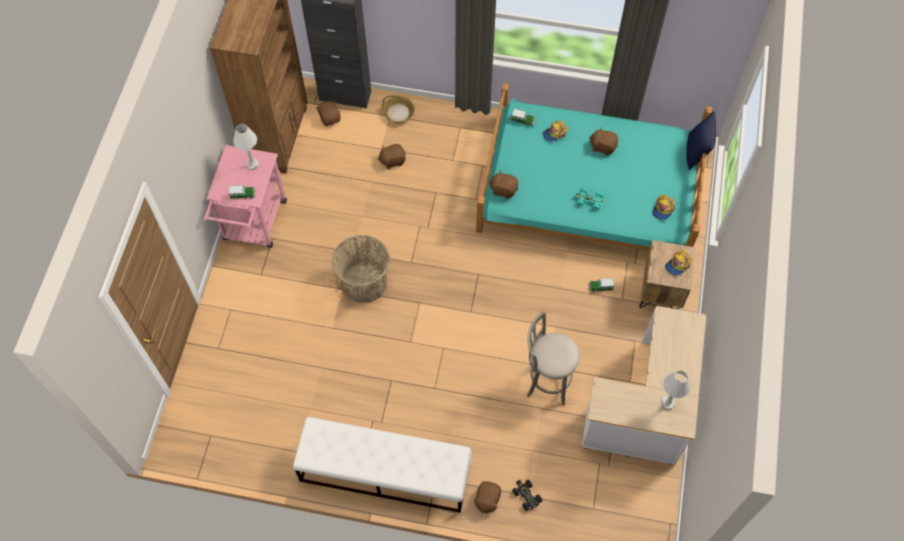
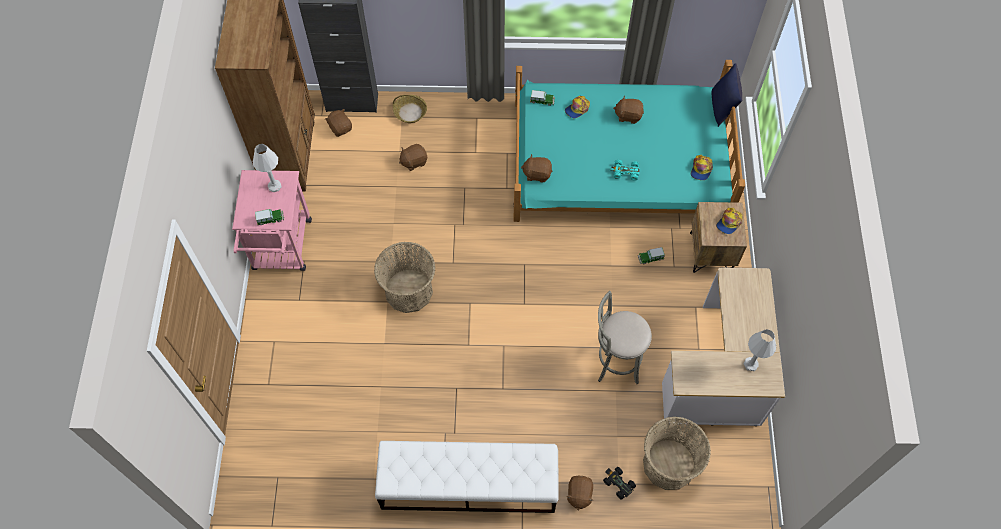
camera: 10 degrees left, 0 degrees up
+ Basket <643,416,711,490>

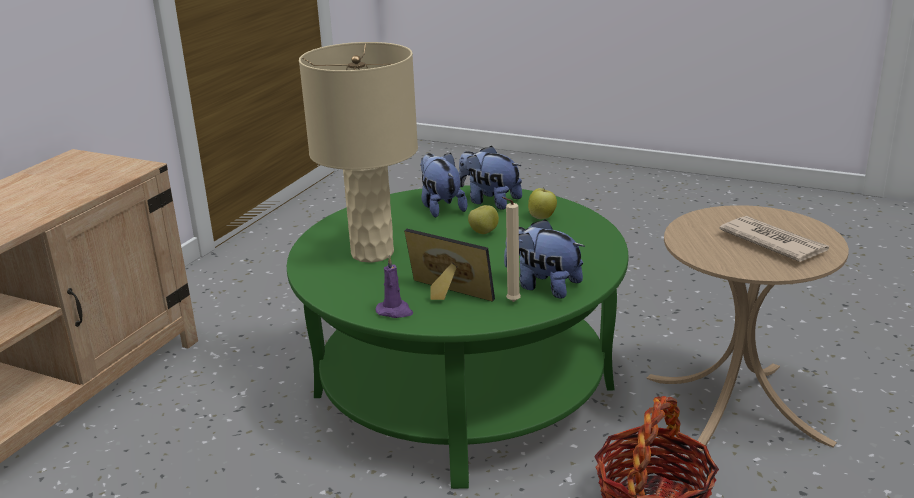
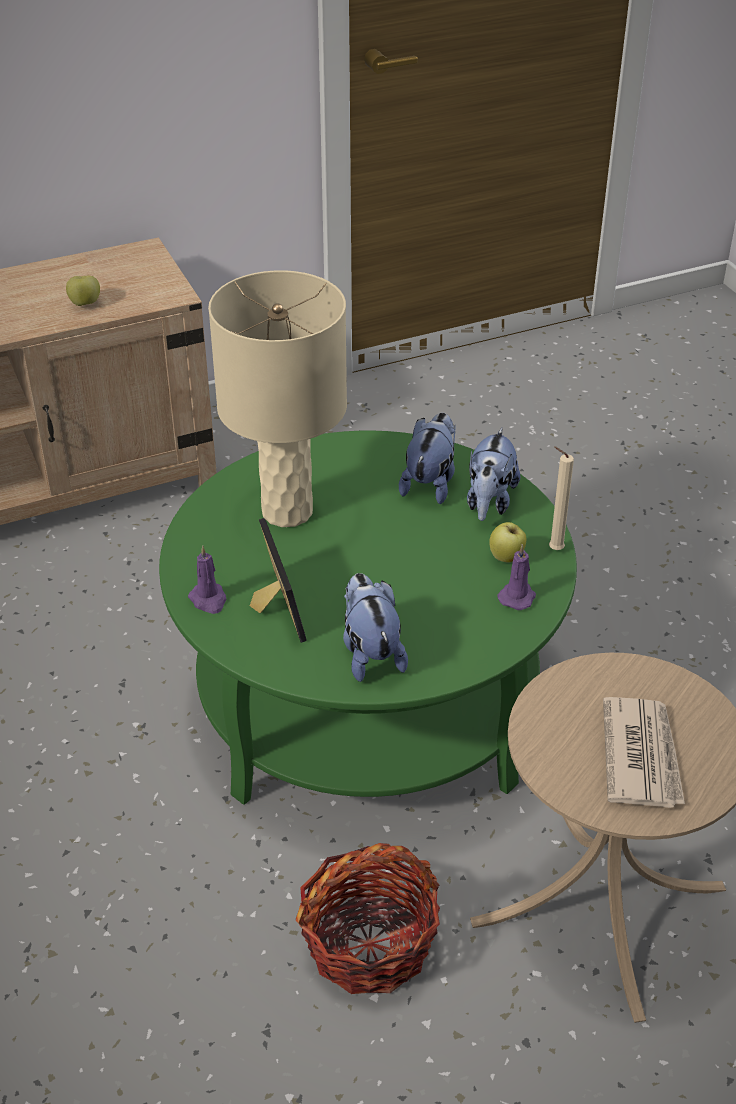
camera: 40 degrees right, 15 degrees up
~ PlushToy <459,145,522,210> = <467,428,520,521> 150 degrees counterclockwise
~ BeigeCandle <502,197,521,302> to <549,446,574,550>
~ Apple <468,205,499,234> to <66,276,100,306>
+ PurpleCandle <498,544,536,610>

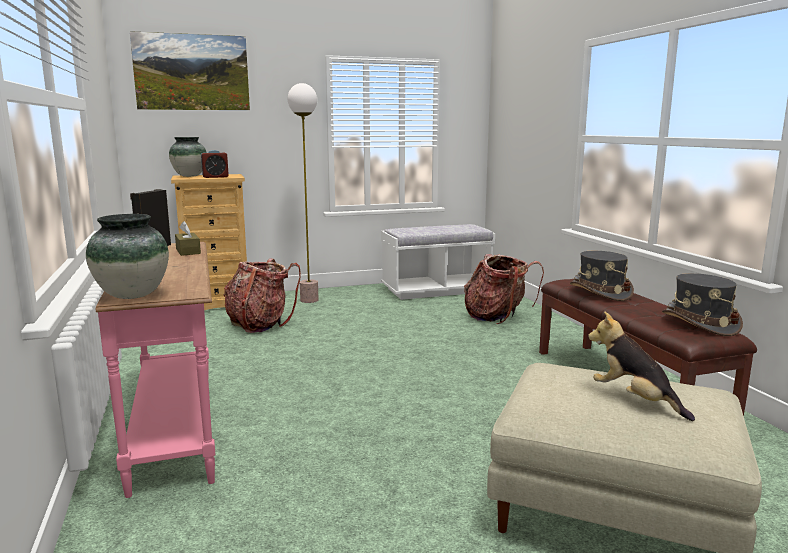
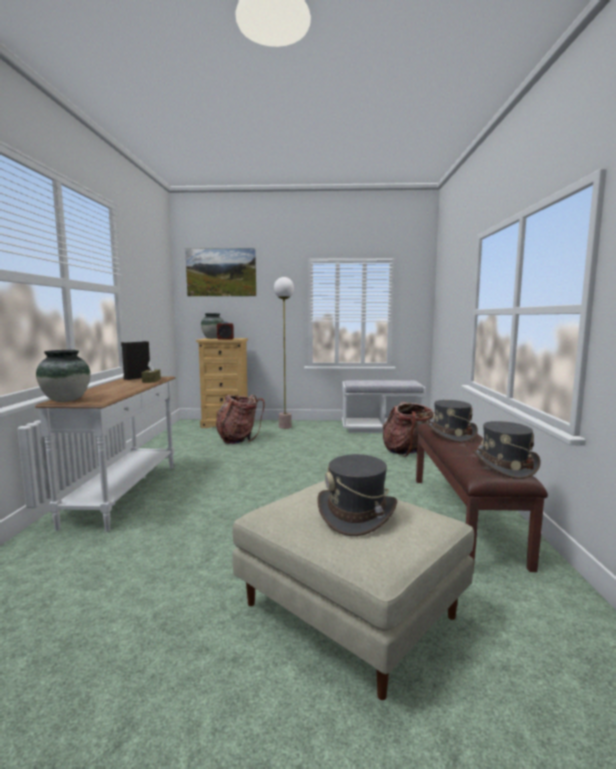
camera: 20 degrees right, 5 degrees down
~ PinkConsoleTable <96,242,215,498> to WhiteConsoleTable <35,376,175,532>
~ PlushToy <588,311,695,421> to GreyHat <317,454,397,536>

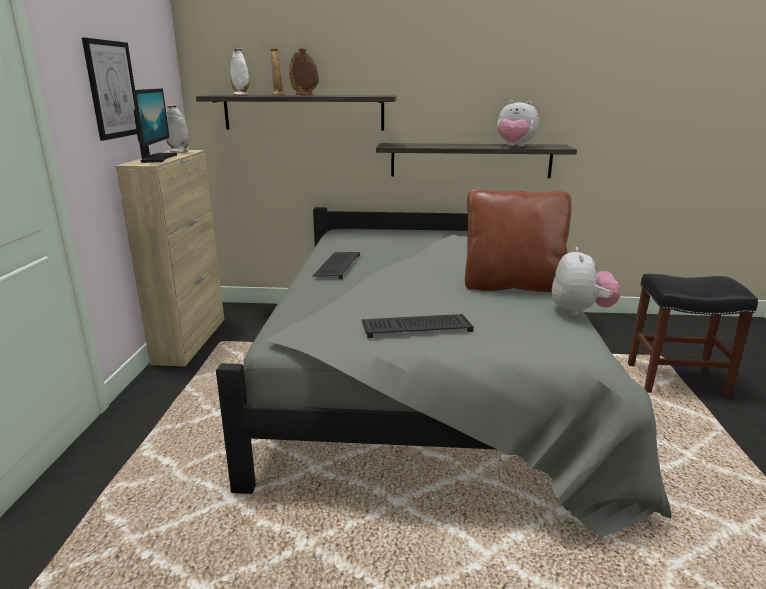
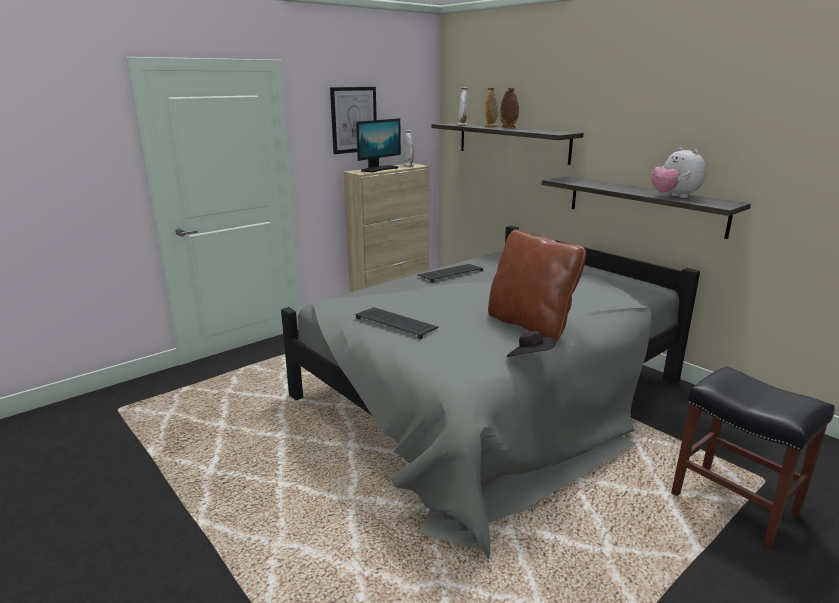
camera: 45 degrees right, 0 degrees up
~ PlushToy <551,247,620,316> to BlackHat <507,331,556,357>

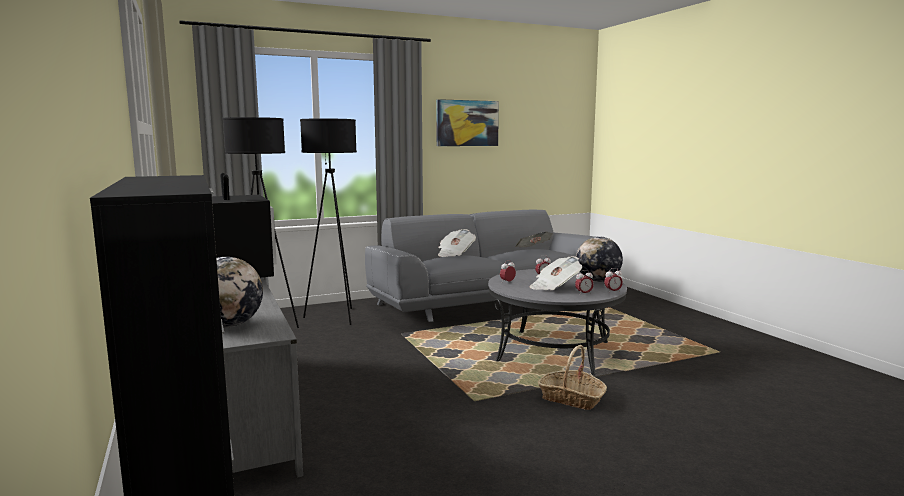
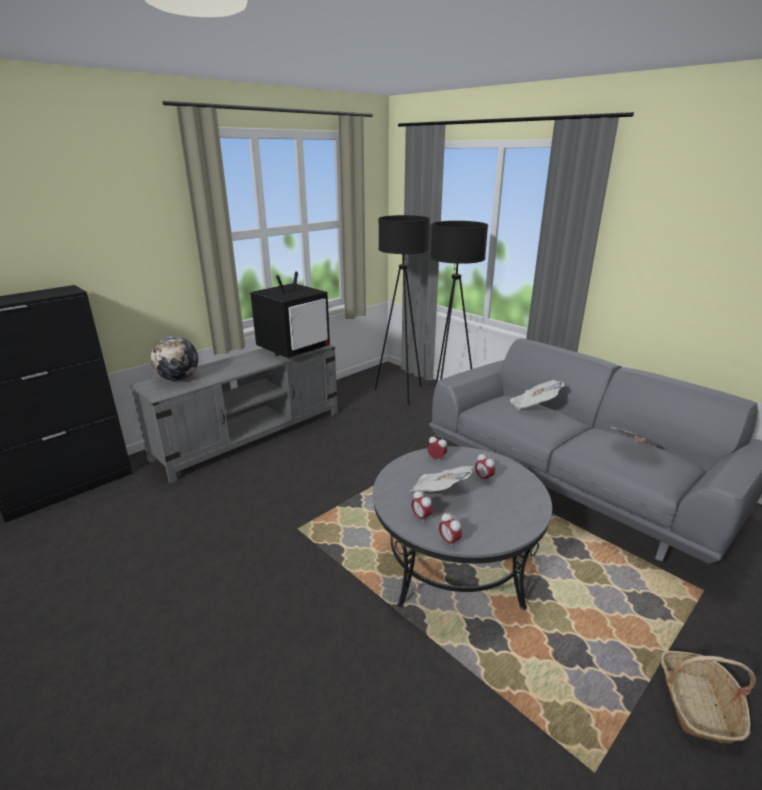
camera: 70 degrees right, 15 degrees up
- Picture <436,99,499,146>
- Globe <576,236,623,282>
~ Basket <538,345,607,410> to <661,651,756,743>

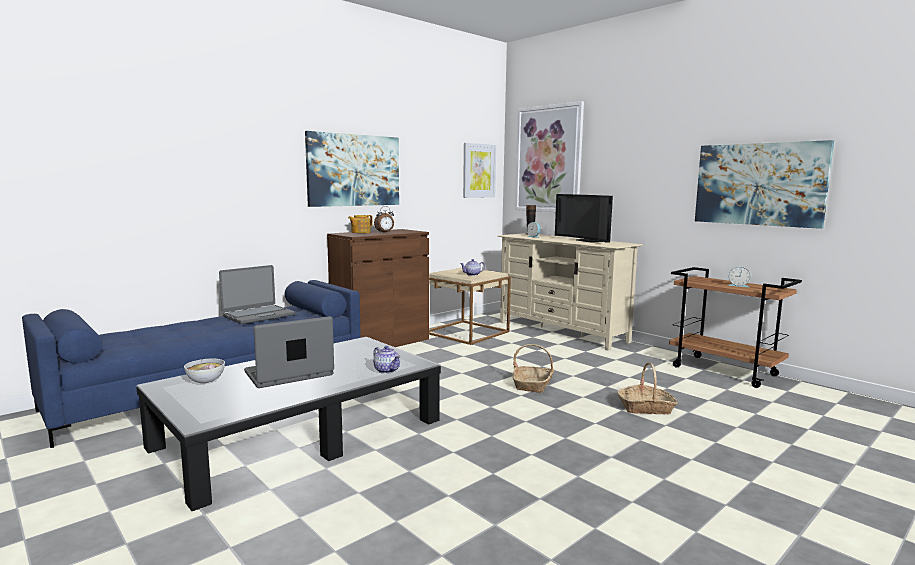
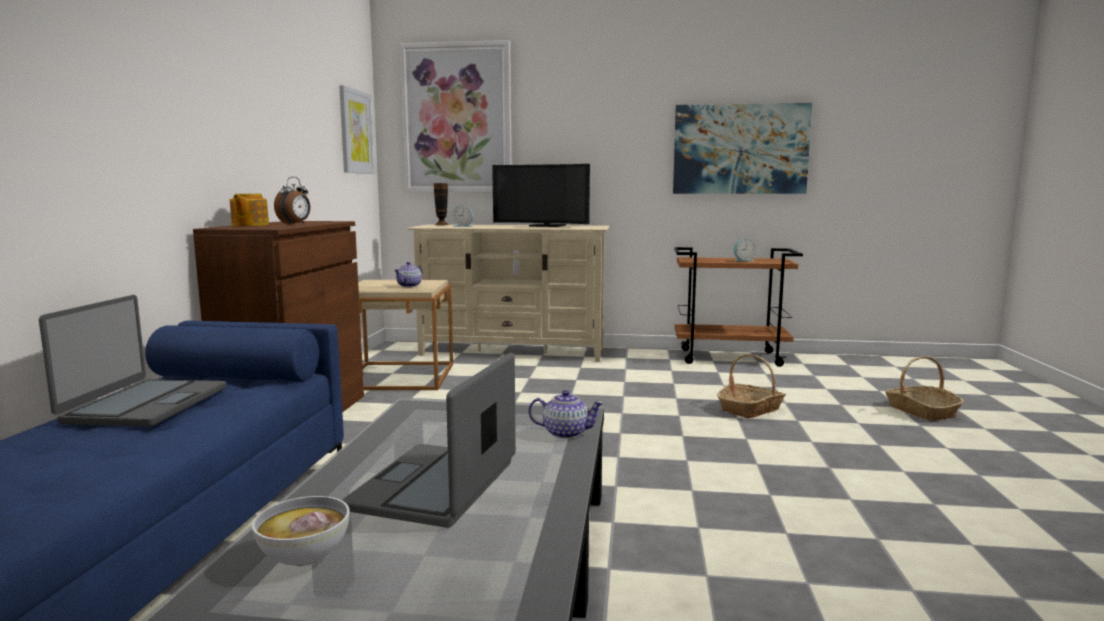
camera: 40 degrees left, 0 degrees up
- Picture <305,131,399,207>
~ Basket <512,344,554,393> to <885,356,964,421>

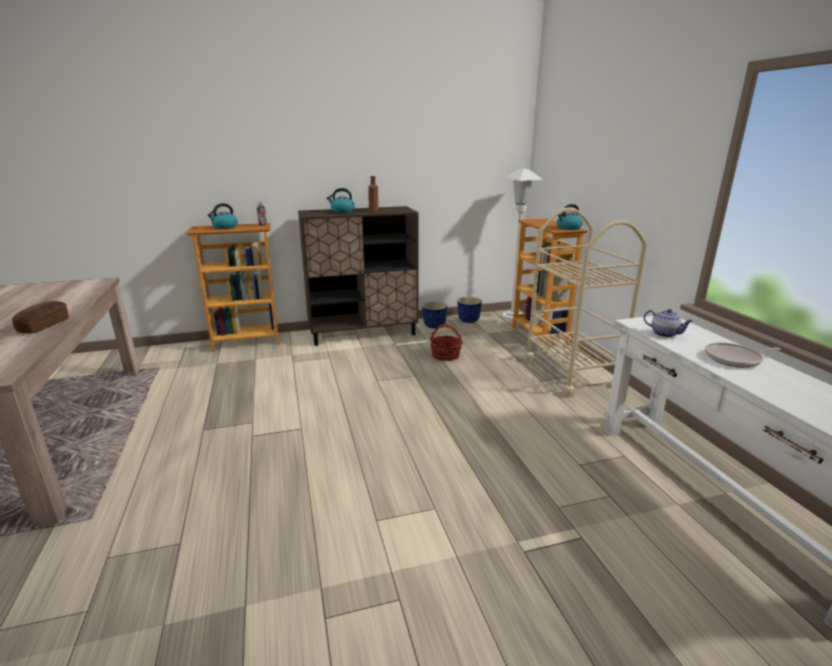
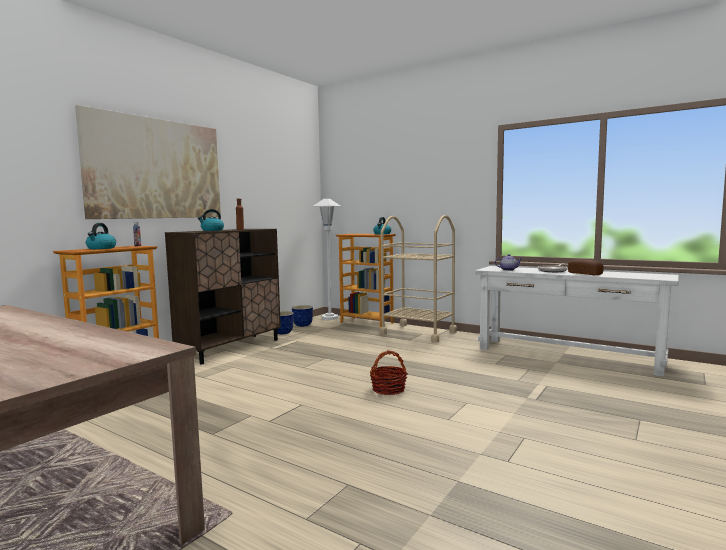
camera: 40 degrees left, 15 degrees down
~ Bread <12,301,69,333> to <568,260,604,275>
~ Basket <430,324,462,361> to <370,350,408,395>
+ Picture <75,105,221,219>

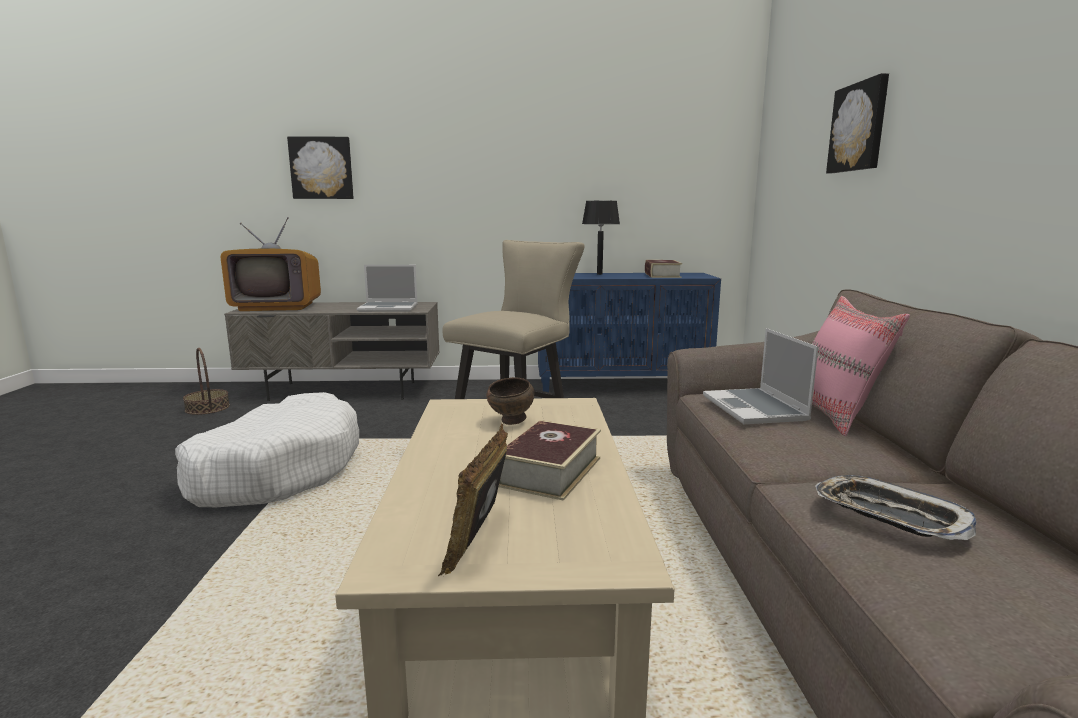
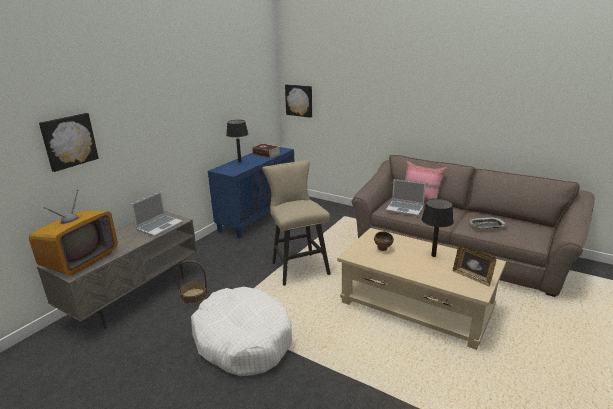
camera: 55 degrees left, 10 degrees up
~ Picture <826,73,889,173> to <285,84,312,118>
~ Basket <183,348,230,415> to <176,260,208,304>
~ Book <498,420,601,501> to BlackTableLamp <422,199,454,257>

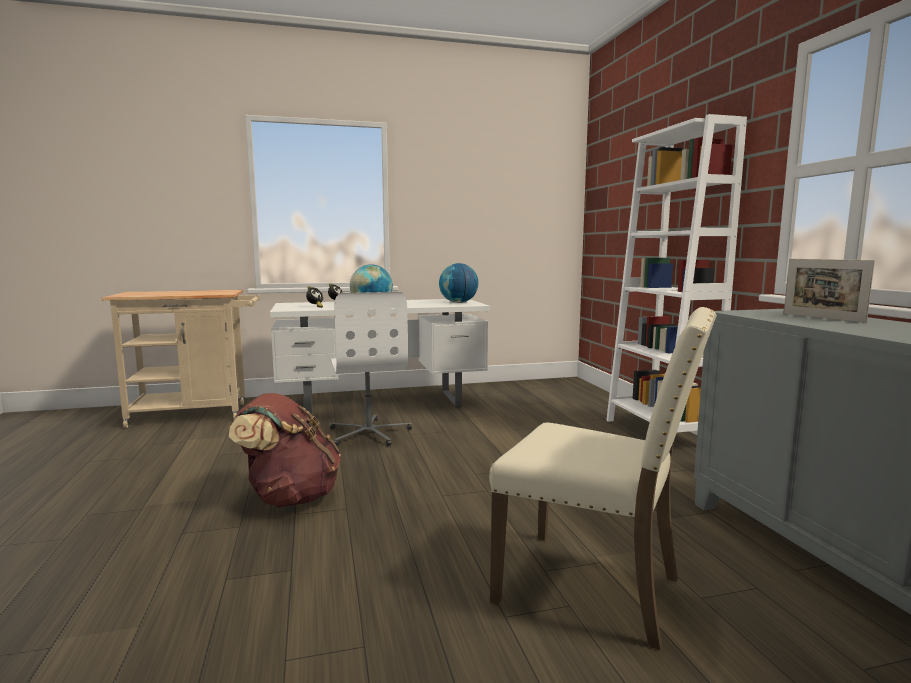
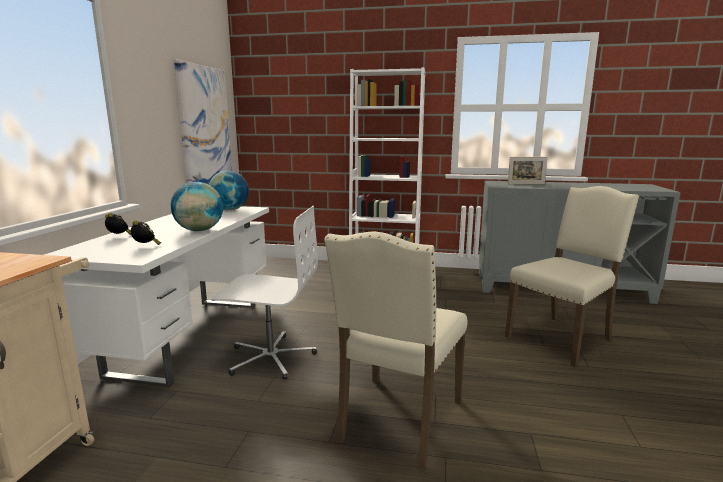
camera: 65 degrees left, 5 degrees up
~ BrownBackpack <229,393,341,507> to BeigeChair <324,231,467,471>
+ Picture <174,59,232,184>

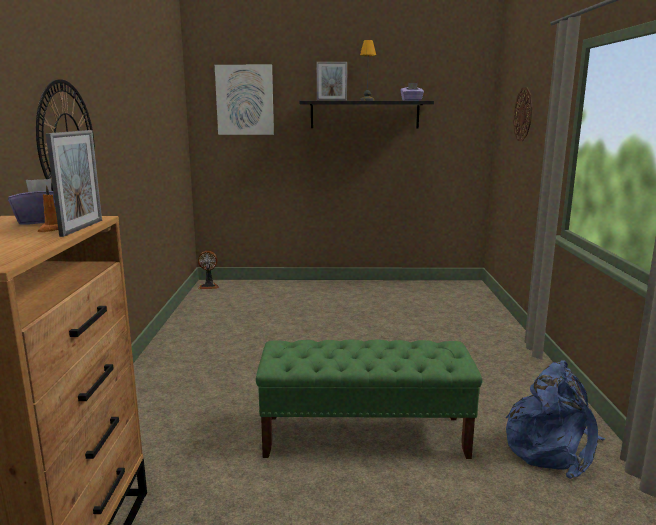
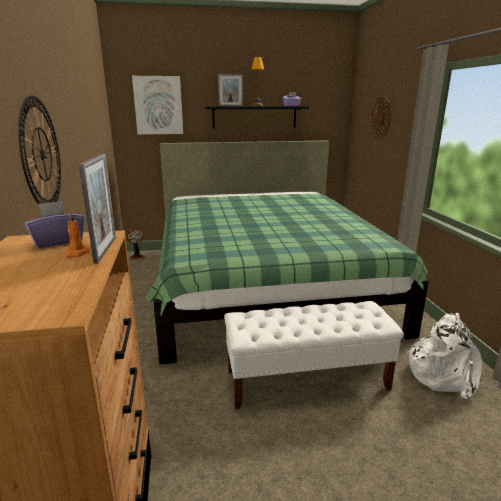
camera: 10 degrees left, 5 degrees up
~ GreenBench <256,339,482,459> to WhiteBench <224,301,404,409>
~ BlueBackpack <506,360,605,479> to WhiteBackpack <406,313,482,399>
+ GreenBed <145,141,429,364>

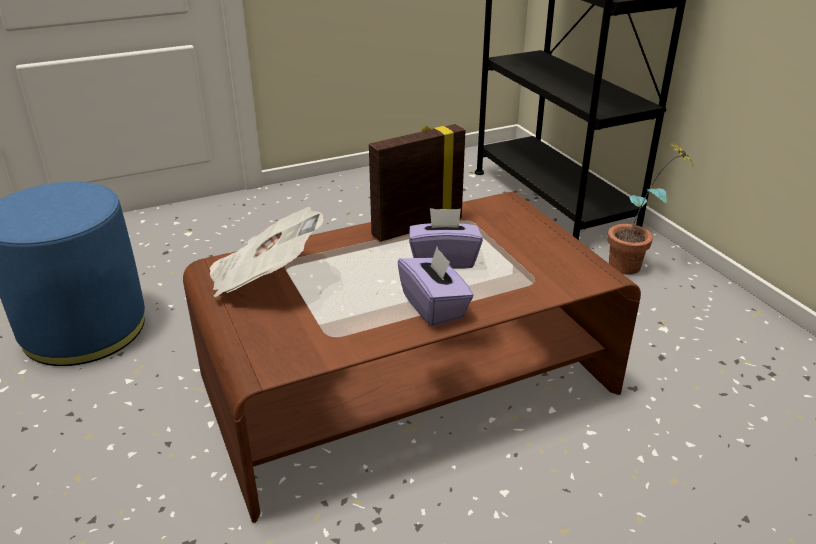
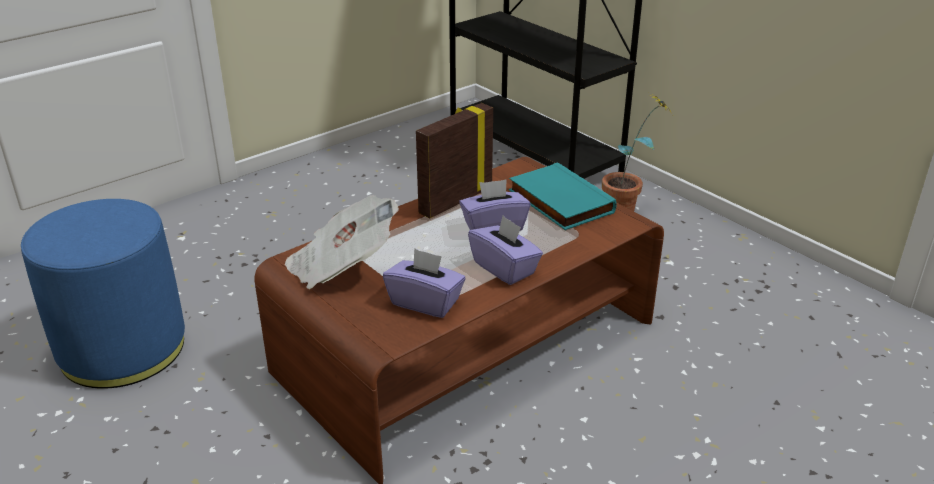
camera: 15 degrees left, 0 degrees up
+ TurquoiseBook <509,162,617,230>
+ PurpleTissueBox <383,248,466,318>

